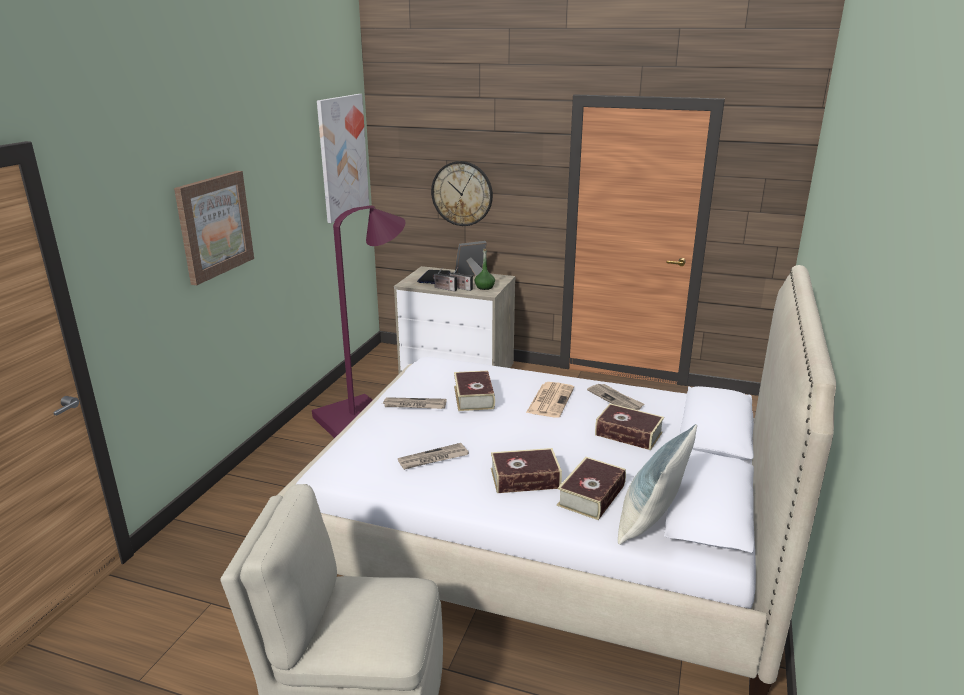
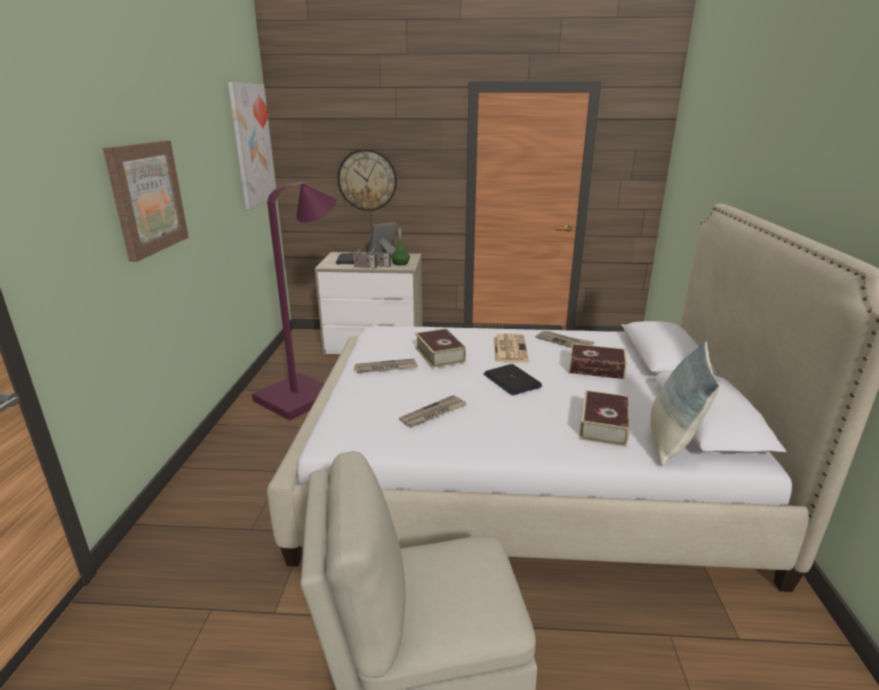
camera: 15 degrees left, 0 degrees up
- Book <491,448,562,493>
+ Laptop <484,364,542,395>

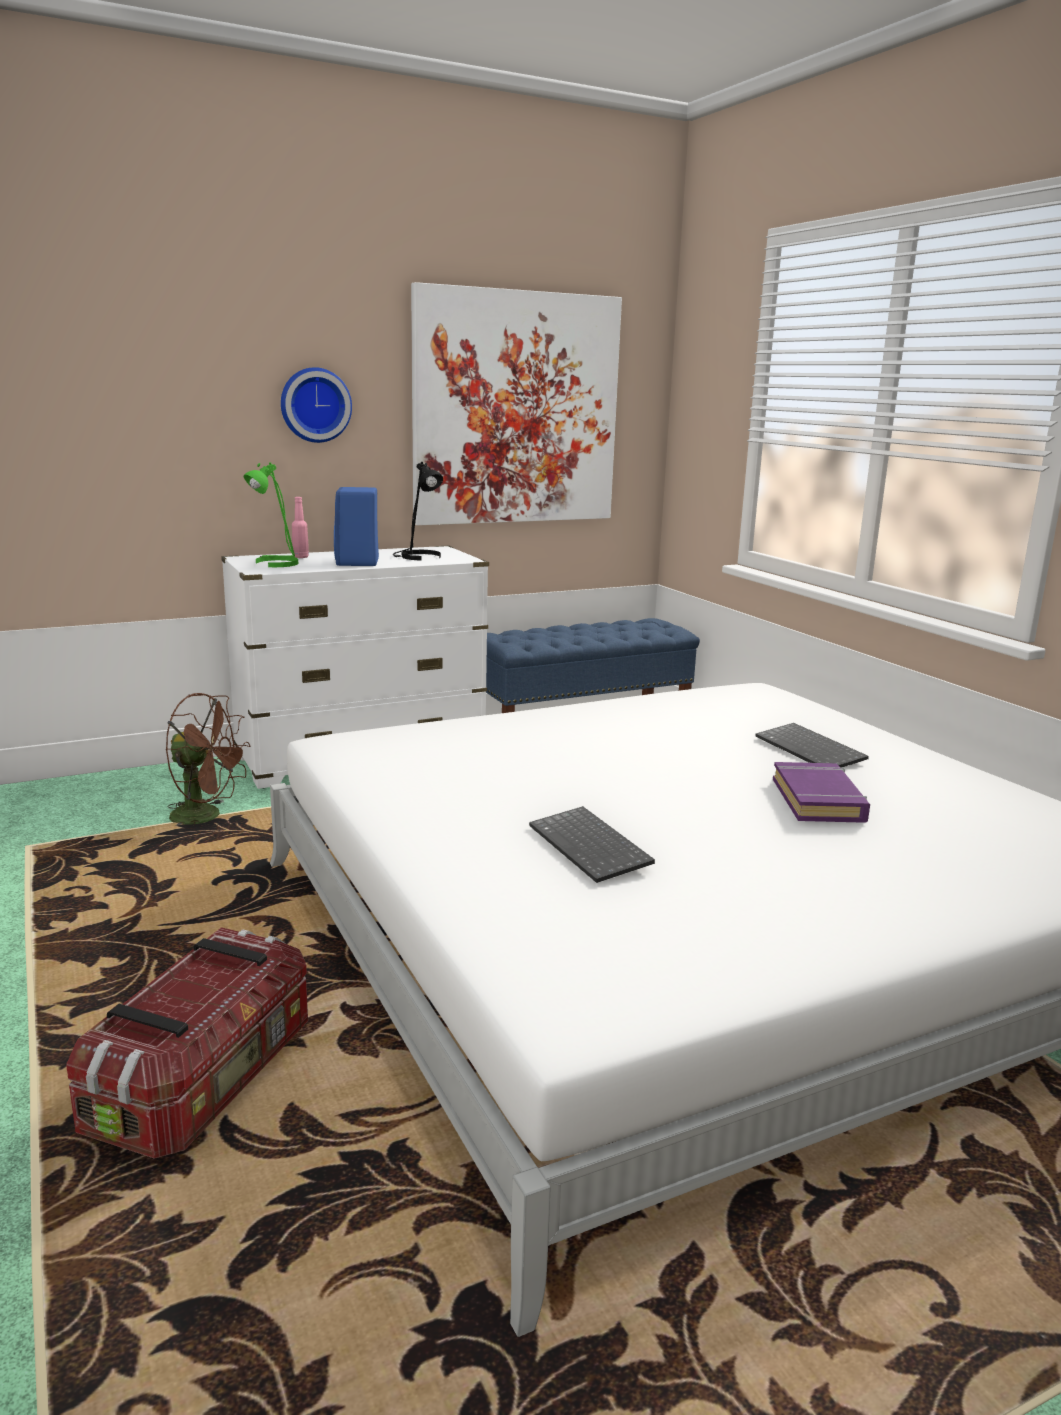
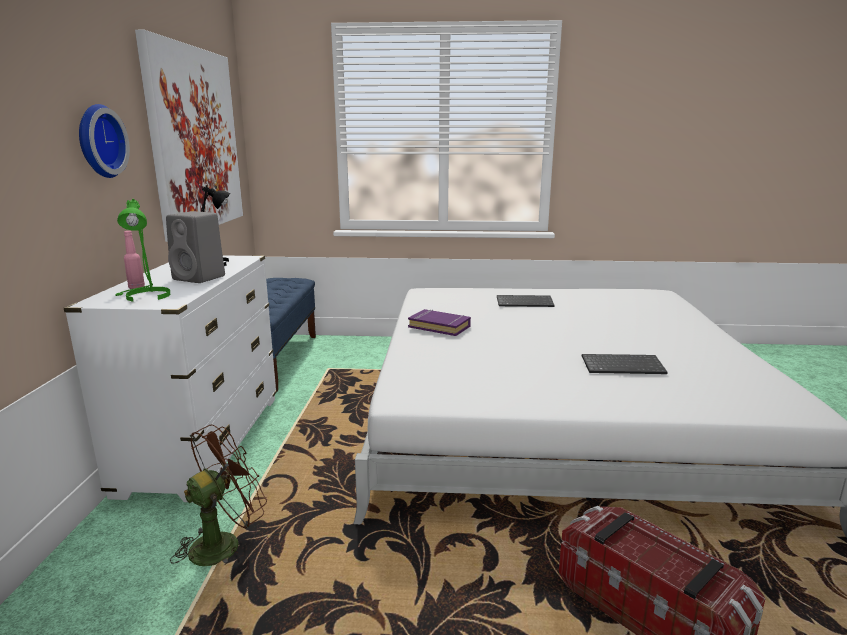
camera: 60 degrees left, 0 degrees up
~ BlueSpeaker <334,487,379,566> to GreySpeaker <166,211,225,283>
~ PurpleBook <773,762,870,823> to <408,309,471,336>

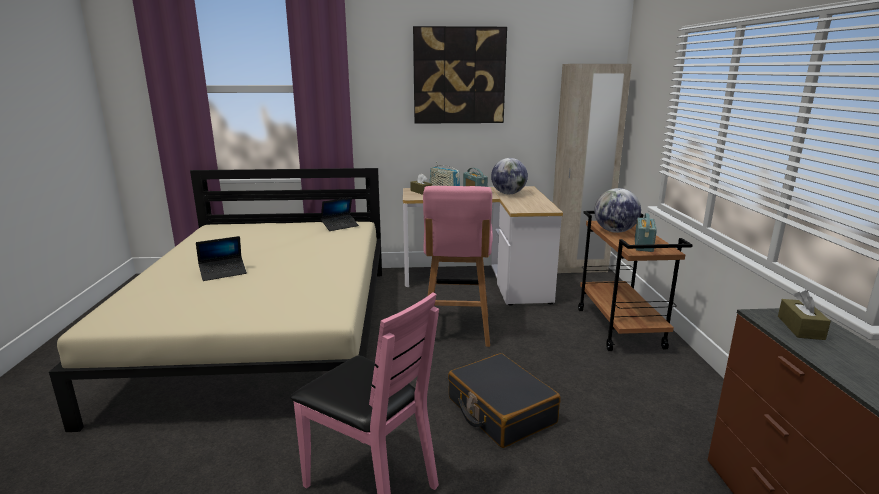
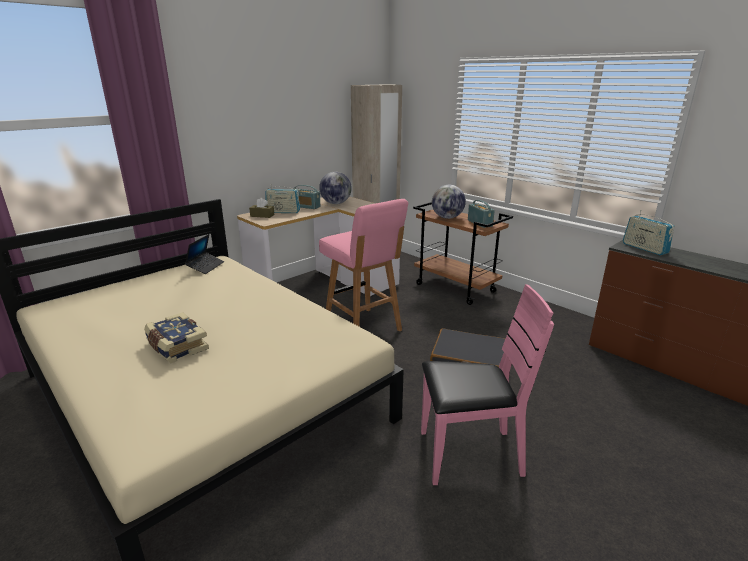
camera: 40 degrees left, 5 degrees up
- Picture <413,26,507,124>
~ Laptop <196,236,247,281> to Book <144,312,209,363>
~ BrownTissueBox <778,290,831,340> to Radio <623,210,674,255>

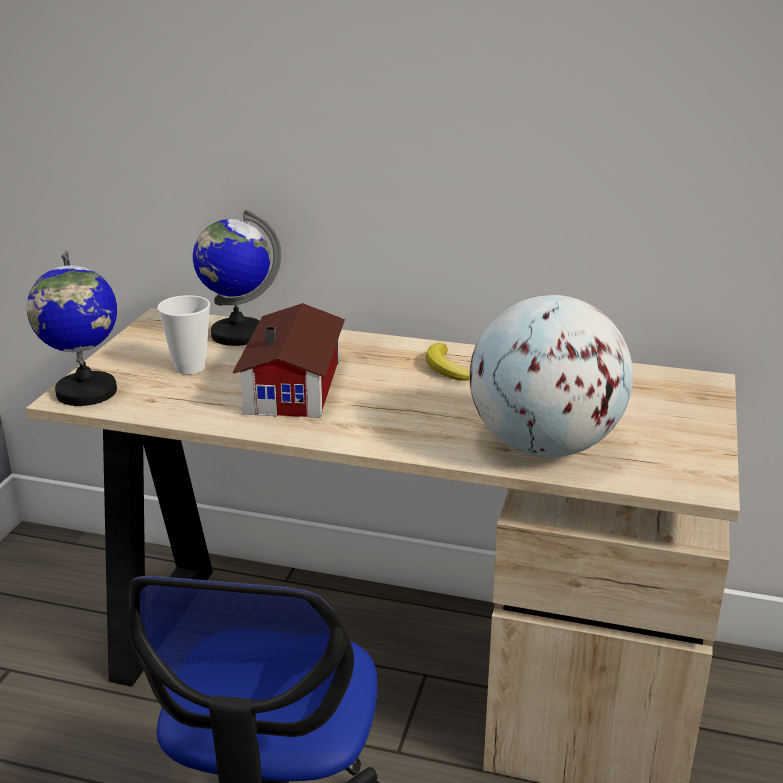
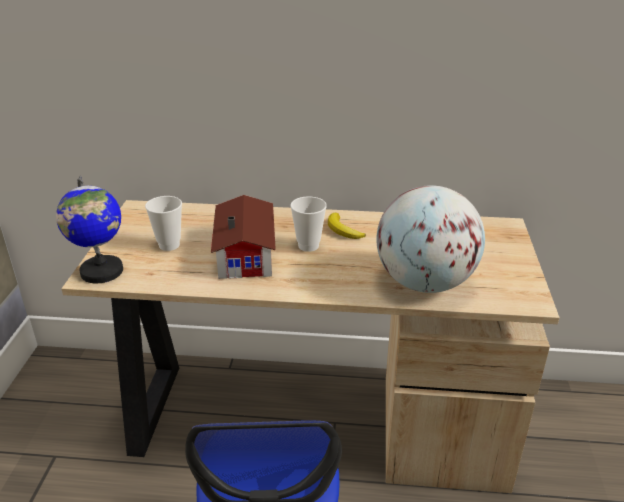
camera: 10 degrees left, 5 degrees up
- Globe <193,210,281,346>
+ Cup <290,197,327,252>

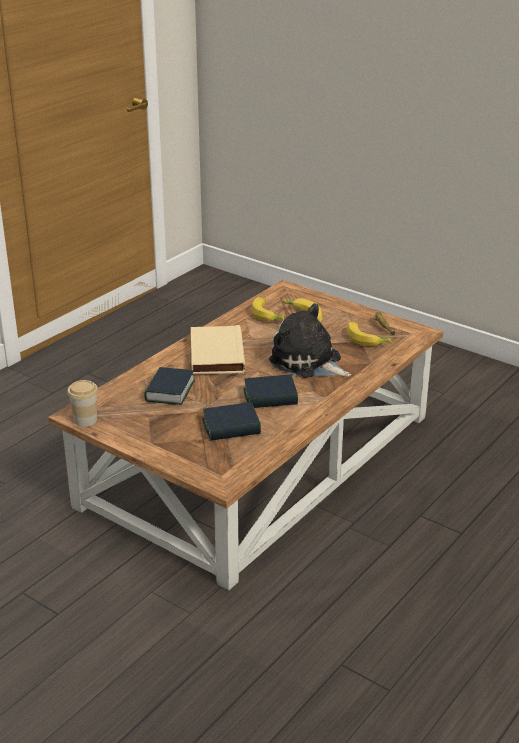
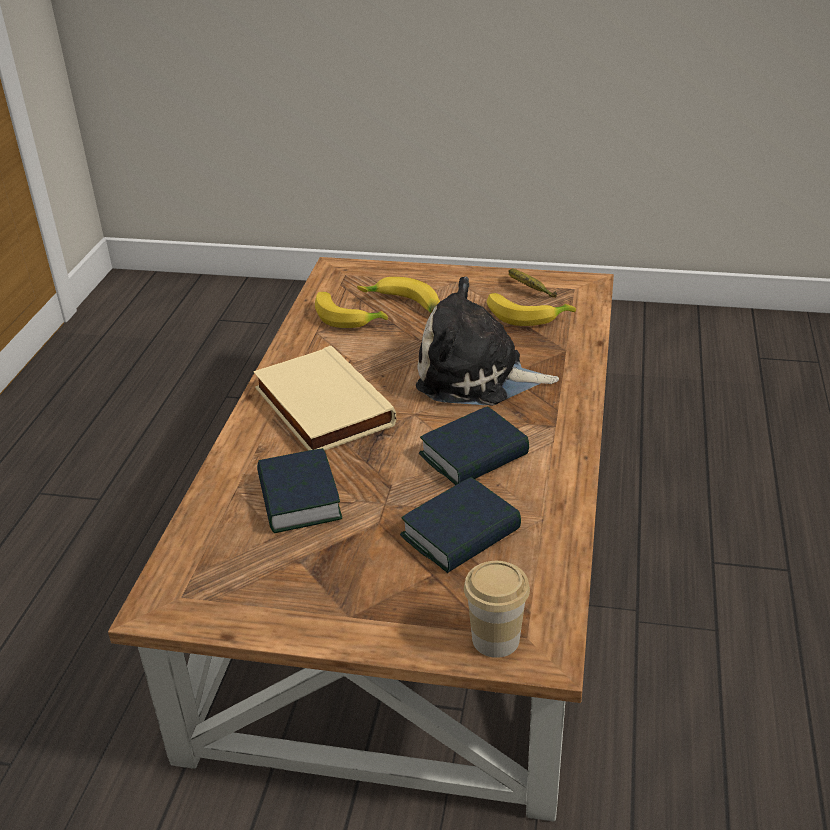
camera: 25 degrees left, 5 degrees up
~ Cup <67,380,98,427> to <464,561,530,658>

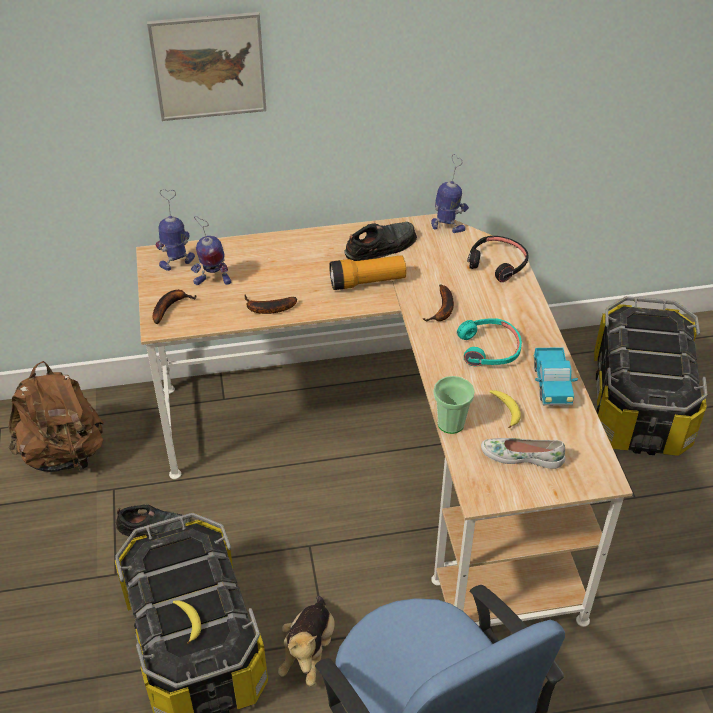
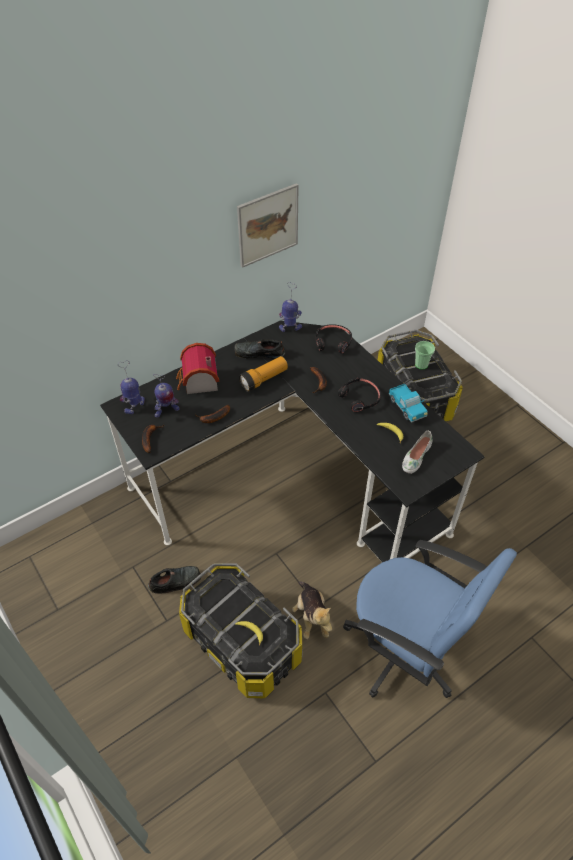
camera: 25 degrees left, 5 degrees up
~ Picture <147,12,266,121> to <237,183,299,268>
~ BeigeDesk <136,214,633,627> to BlackDesk <100,321,485,562>
~ BlackShoe <344,222,417,261> = <234,339,285,359> 120 degrees counterclockwise
~ TurquoiseHeadphones <457,318,522,367> to BlackHeadphones <338,378,381,412>
- BrownBackpack <9,361,104,473>
~ Cup <433,376,475,434> to <415,341,435,369>
~ WhiteShoe <481,438,565,469> = <402,431,433,474> 45 degrees counterclockwise
+ ToyHouse <176,343,219,394>

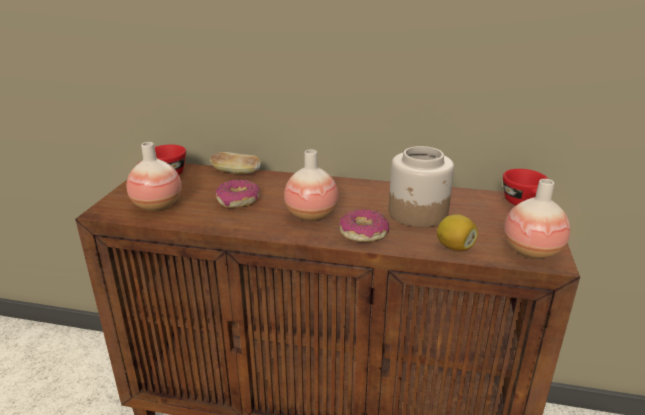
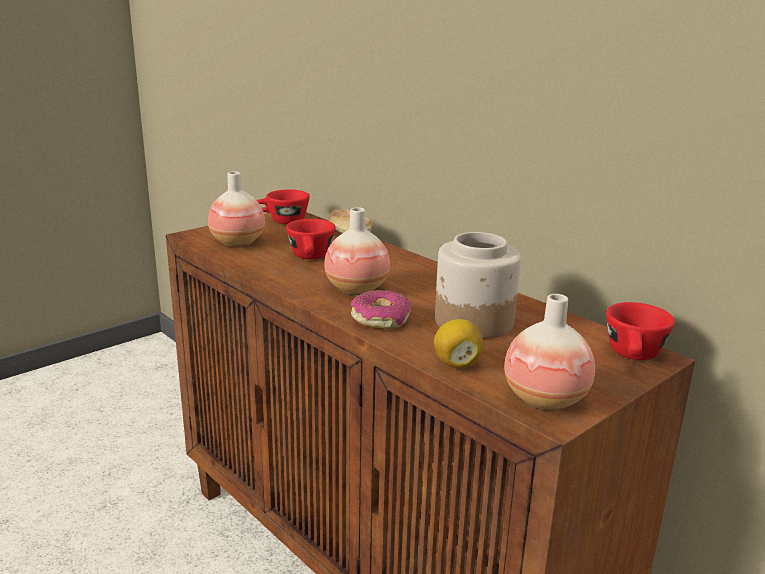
camera: 35 degrees right, 5 degrees down
~ Donut <215,179,260,208> to RedCup <286,219,336,259>

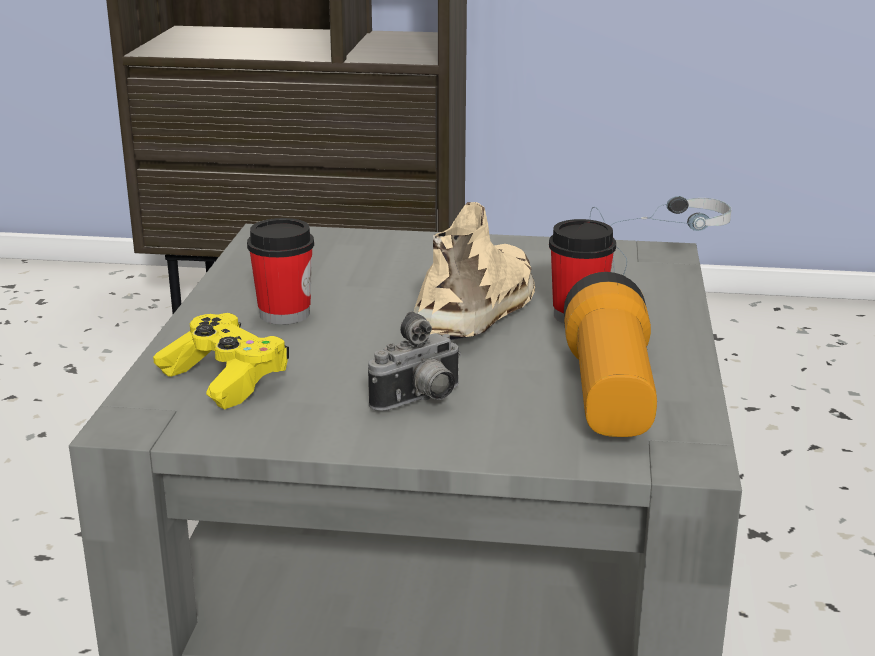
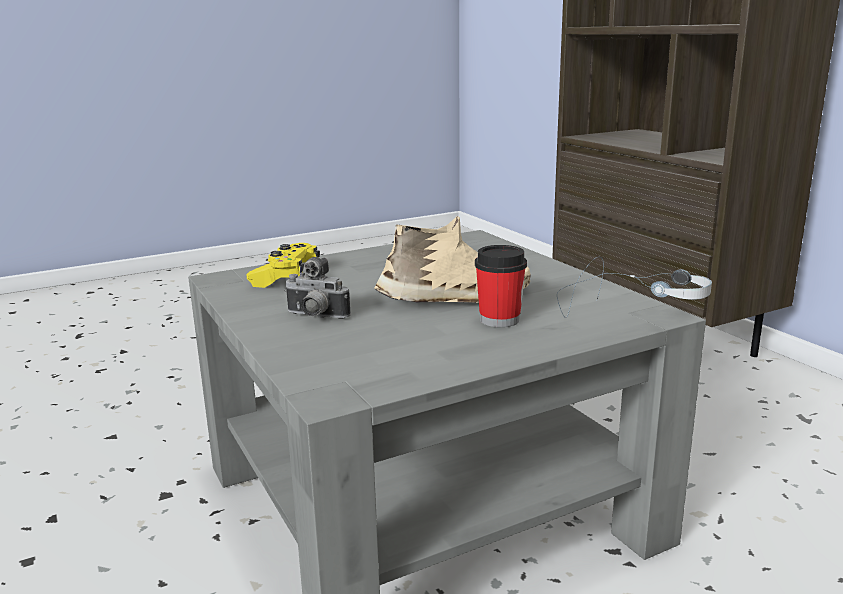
camera: 55 degrees right, 5 degrees down
- Cup <247,218,314,325>
- Flashlight <564,272,657,437>

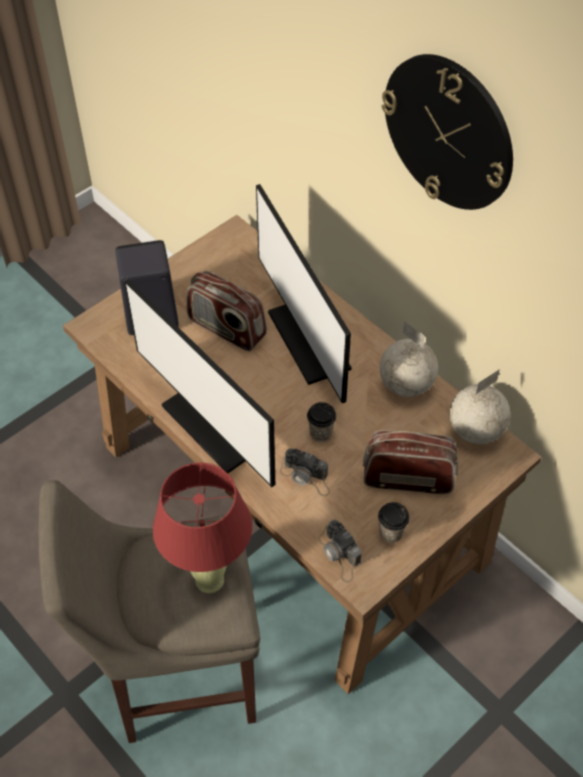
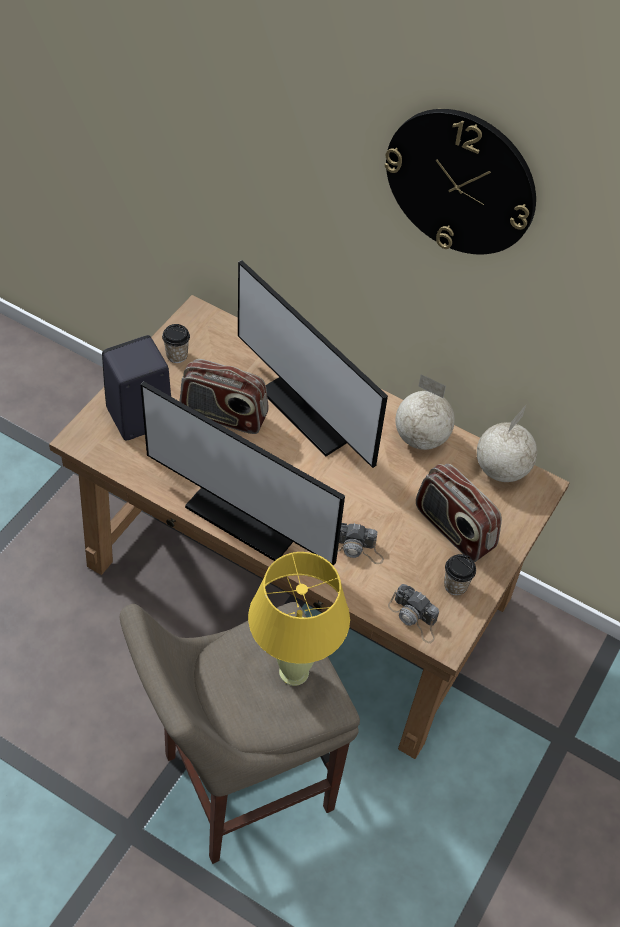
camera: 20 degrees left, 0 degrees up
~ Cup <307,402,336,442> to <162,324,190,363>
~ Radio <363,430,458,494> = <416,463,502,562> 120 degrees counterclockwise
~ RedTableLamp <153,463,252,594> to YellowTableLamp <248,552,350,686>

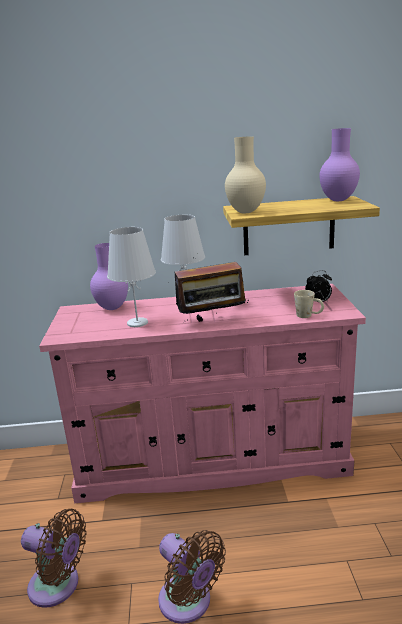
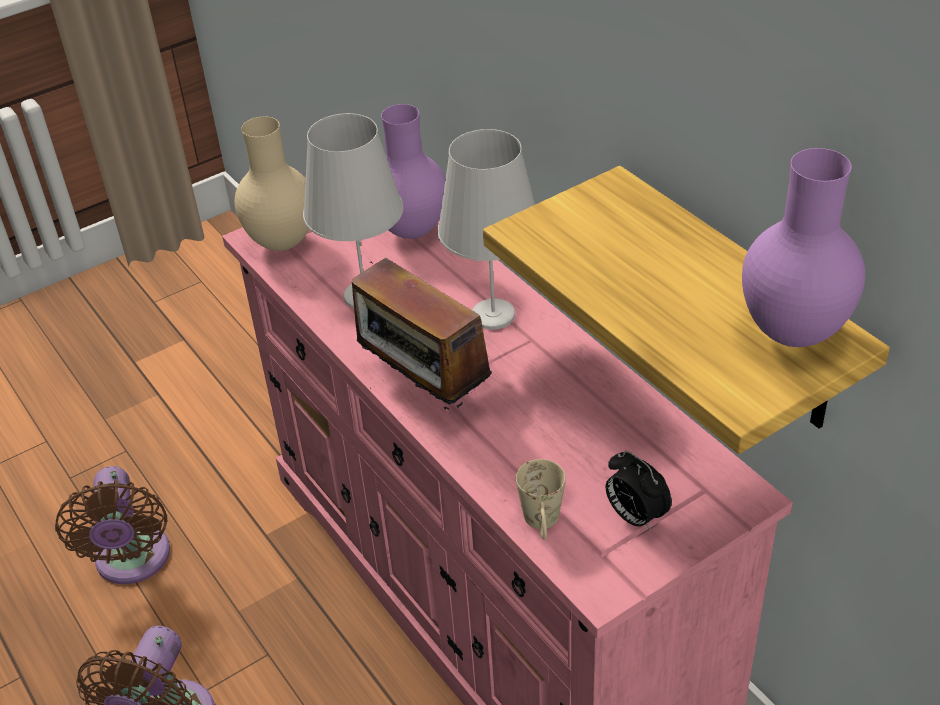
camera: 60 degrees right, 20 degrees up
~ BeigeVase <225,136,266,213> to <234,116,309,251>

